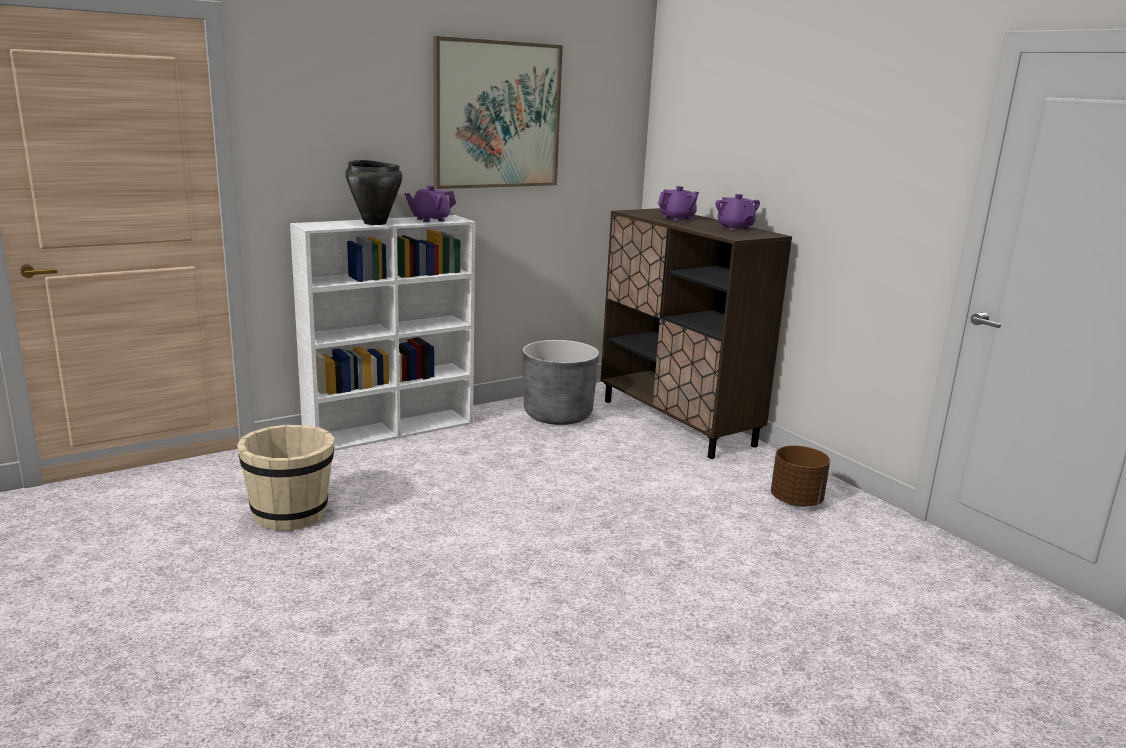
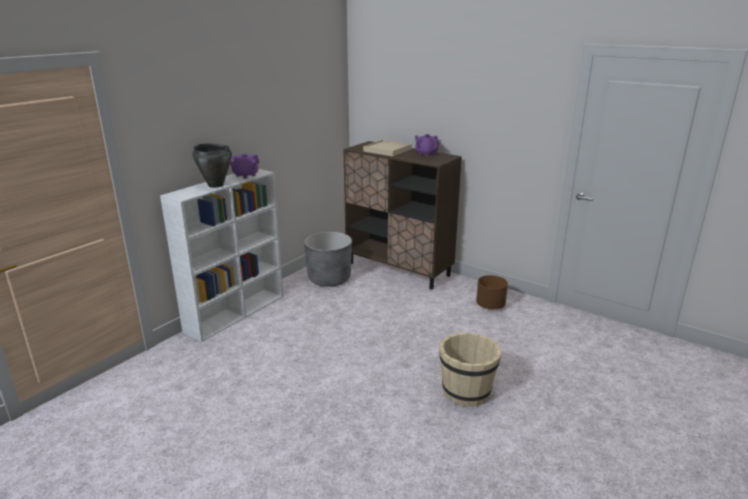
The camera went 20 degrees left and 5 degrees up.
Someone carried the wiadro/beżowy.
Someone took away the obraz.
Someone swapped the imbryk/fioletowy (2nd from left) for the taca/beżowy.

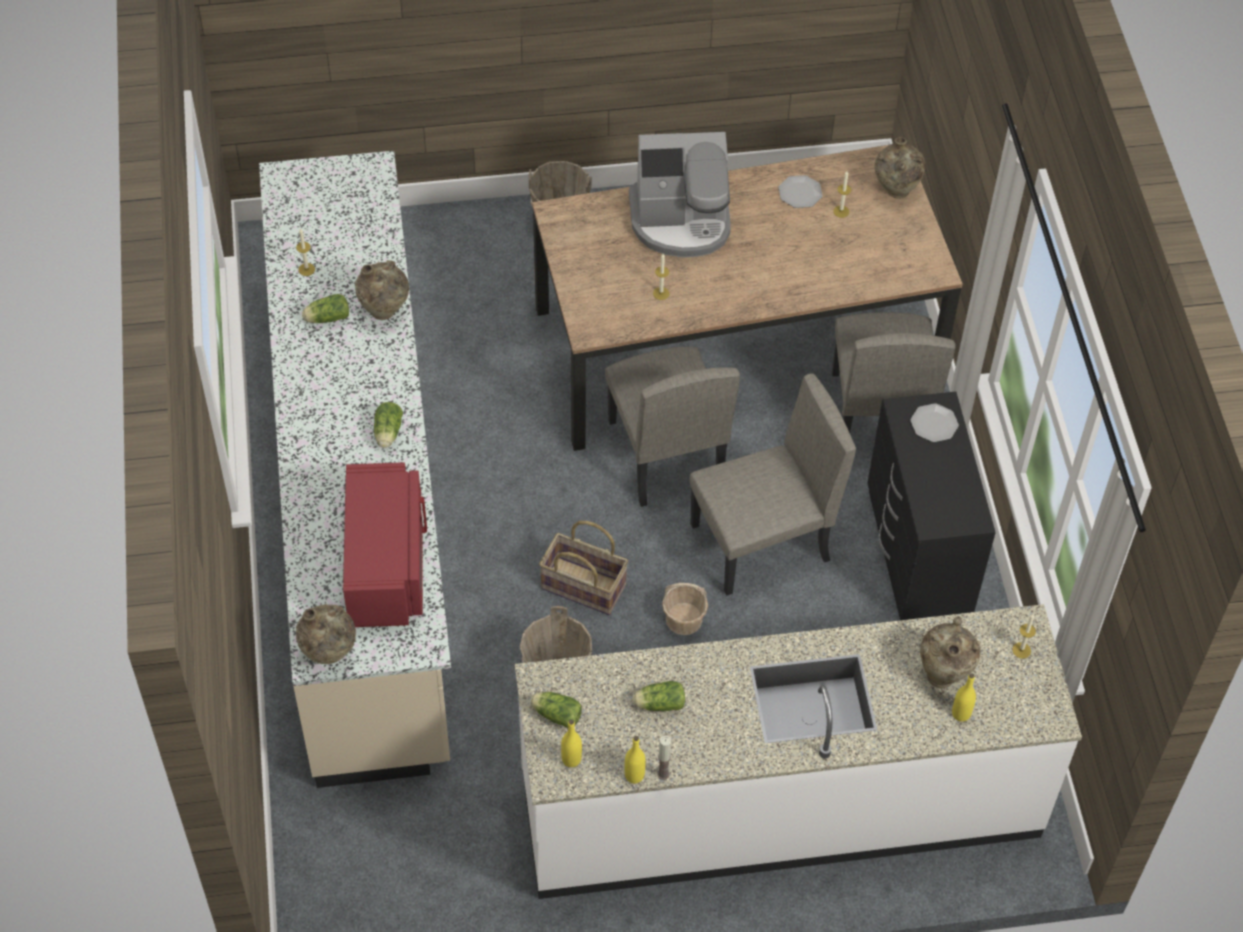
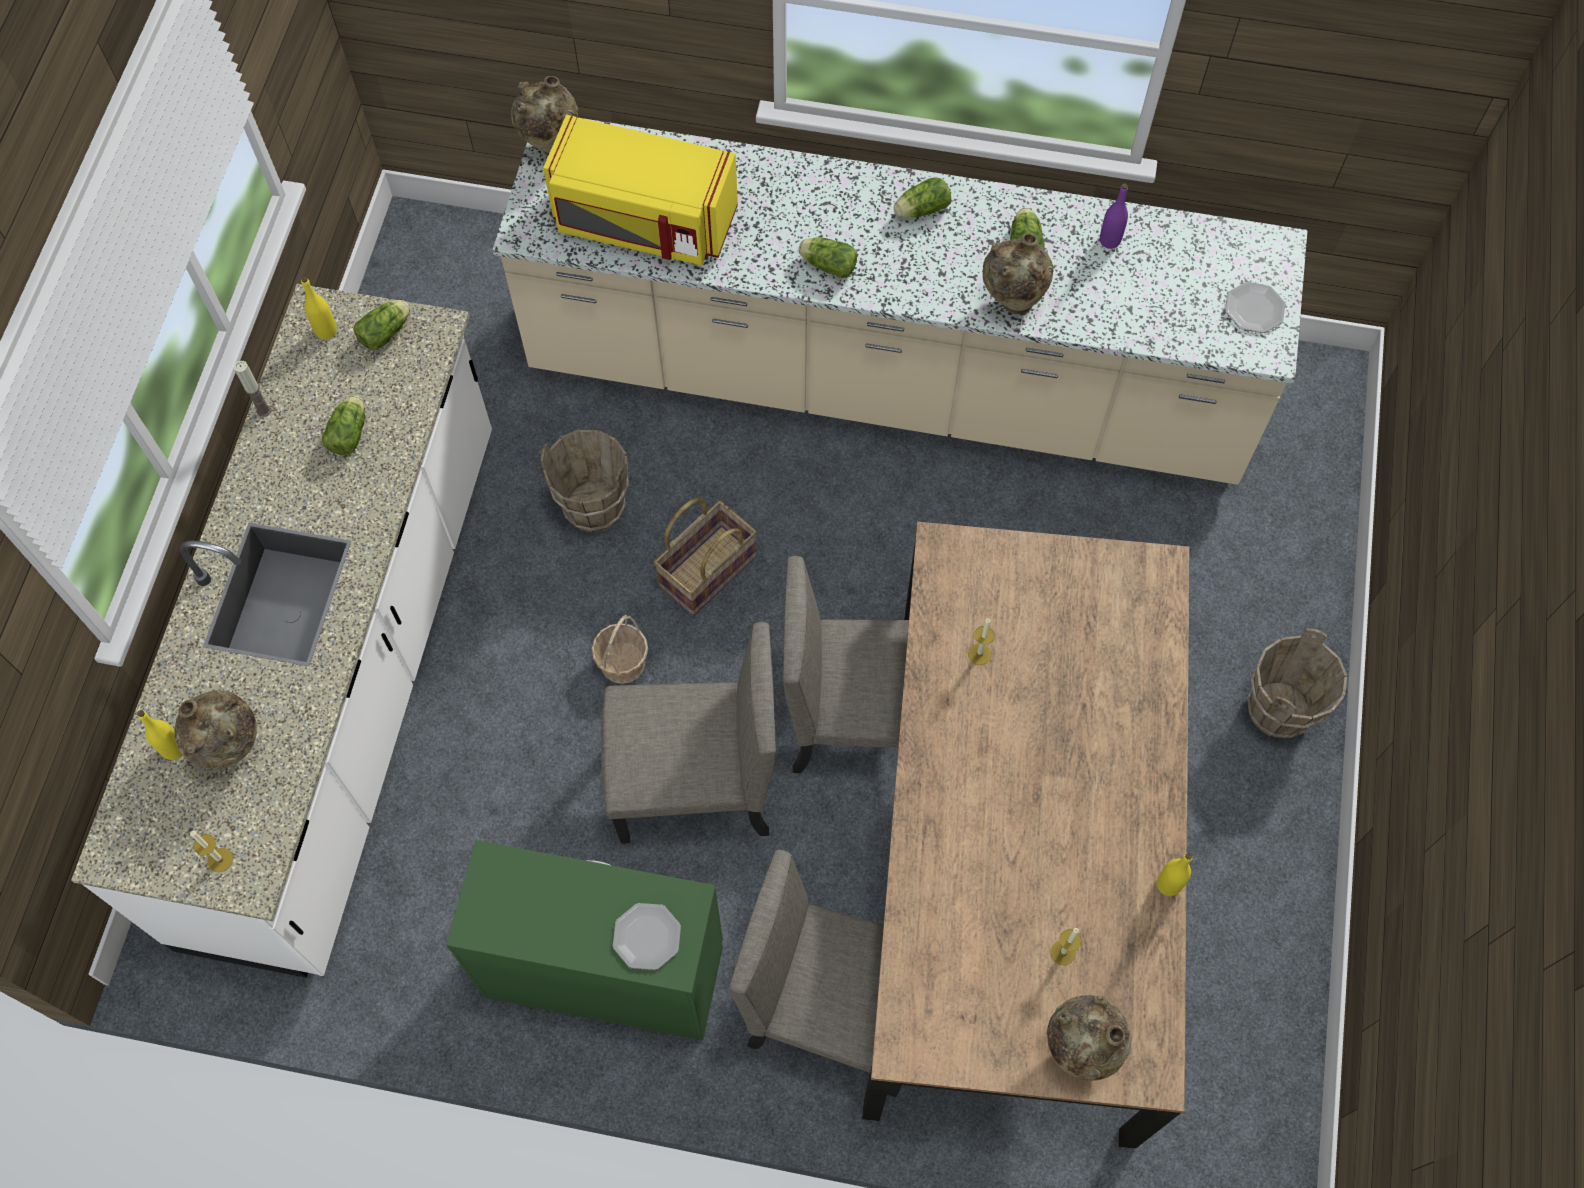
The camera went 110 degrees right and 10 degrees up.
Someone swapped the świeca (1st from left) for the butelka/fioletowy.
Someone repainted the mikrofalówka/czerwony, which became the mikrofalówka/żółty.
Someone carried the butelka/żółty (2nd from left in the first image).
Someone took away the ekspres do kawy.
Someone rotated the krzesło/beżowy (2nd from left in the first image) by 90 degrees counterclockwise.
Someone carried the talerz (1st from left in the first image).
Someone repainted the komoda/czarny, which became the komoda/zielony.
Someone put down the sałata (4th from left).

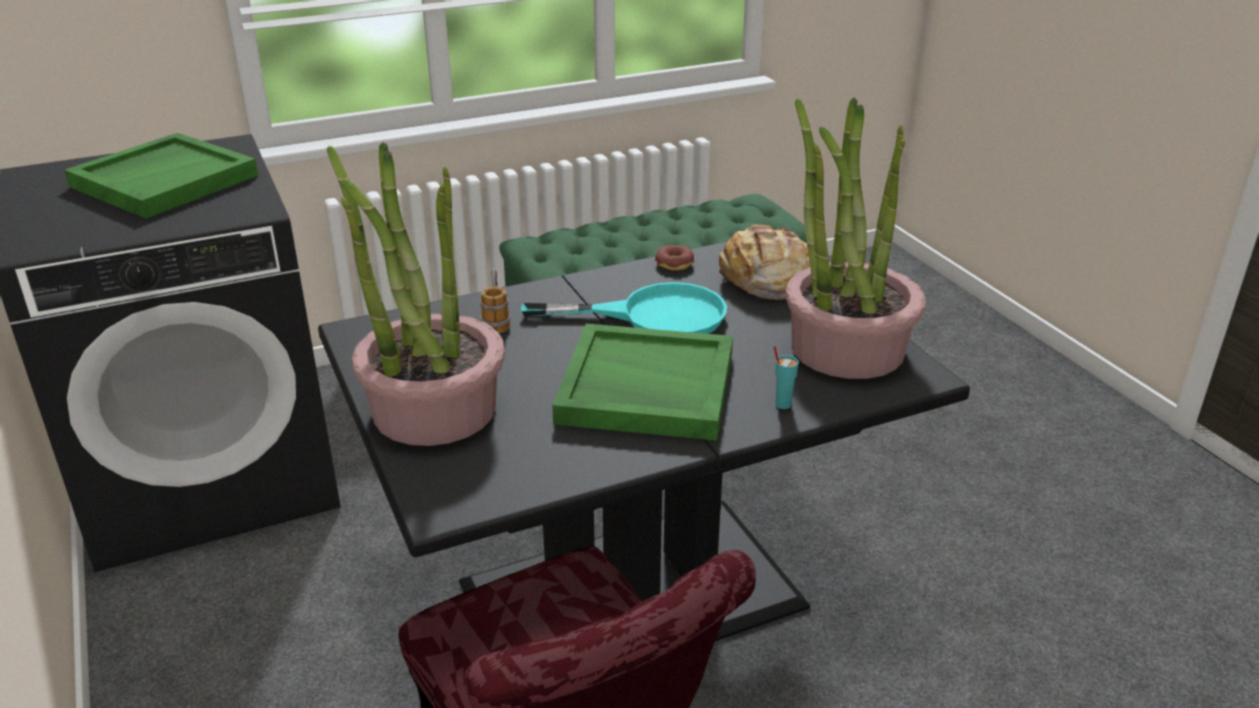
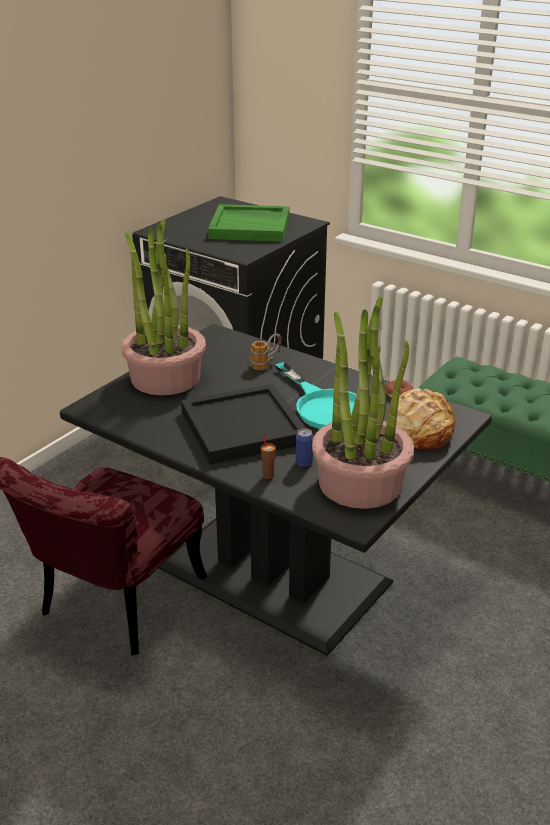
The camera went 60 degrees right and 0 degrees up.
Someone repainted the taca/zielony (2nd from left), which became the taca/czarny.
Someone repainted the filiżanka/turkusowy, which became the filiżanka/brązowy.
Someone put down the puszka.

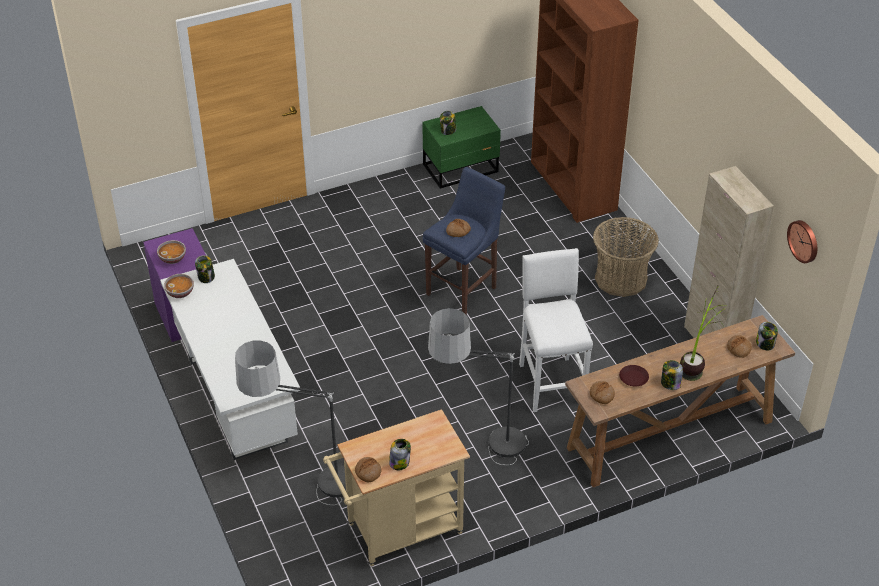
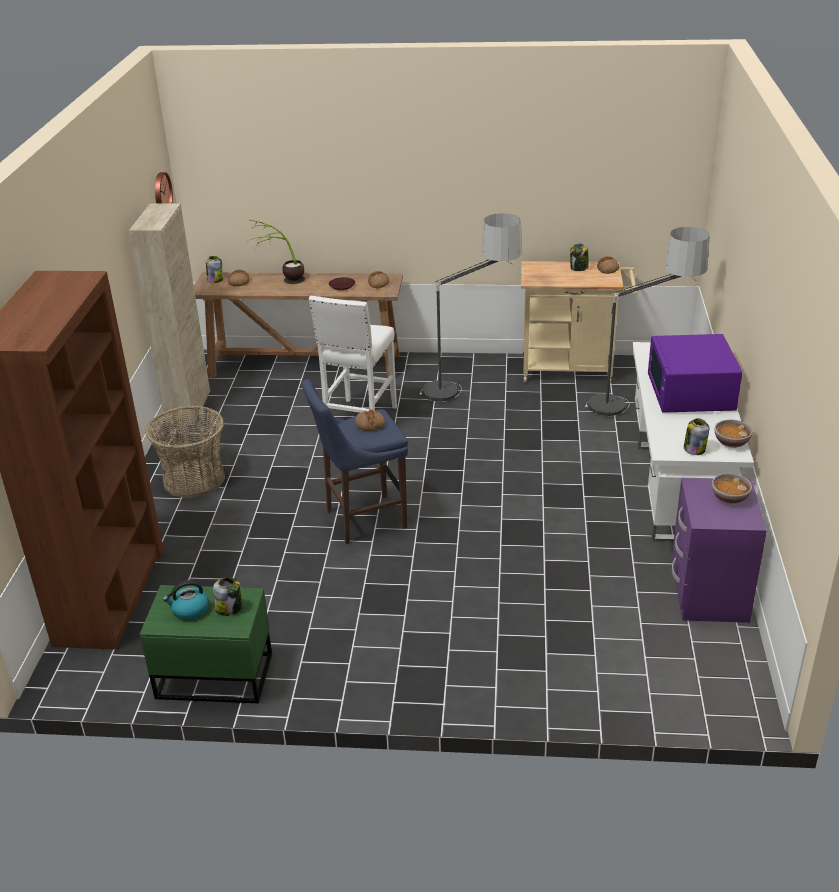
The camera went 150 degrees left and 10 degrees down.
Someone took away the słoik (4th from left).
Someone put down the czajnik.
Someone put down the mikrofalówka/fioletowy.

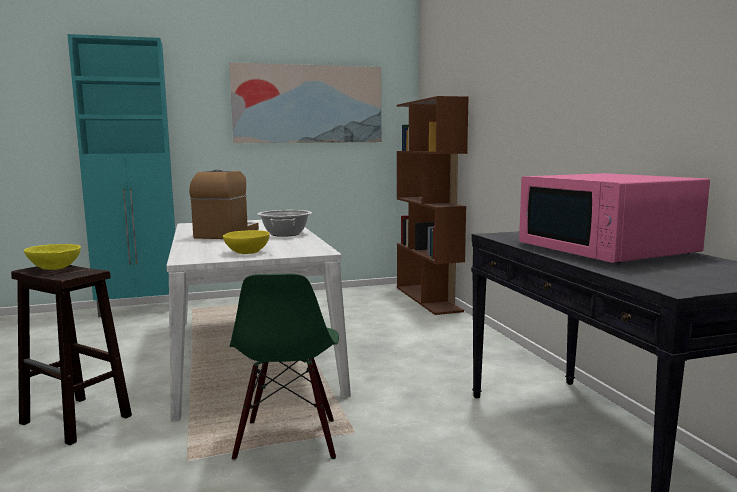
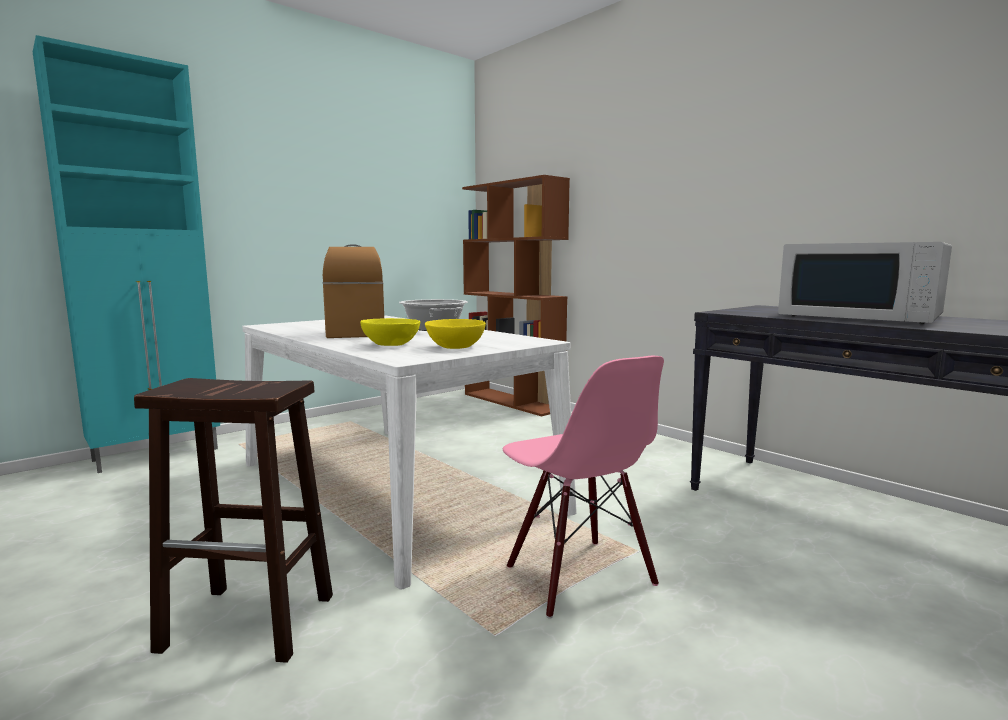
The camera went 25 degrees left and 0 degrees up.
Someone carried the miska/żółty (1st from left).
Someone took away the obraz.
Someone repainted the krzesło/zielony, which became the krzesło/różowy.
Someone repainted the mikrofalówka/różowy, which became the mikrofalówka/biały.

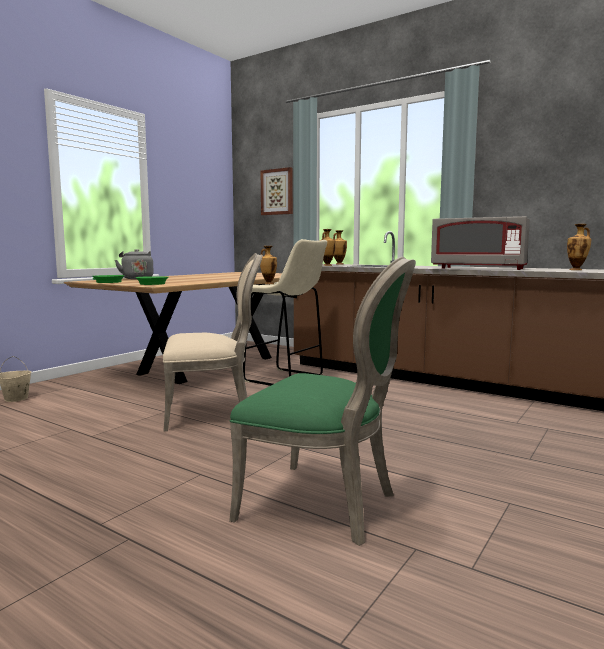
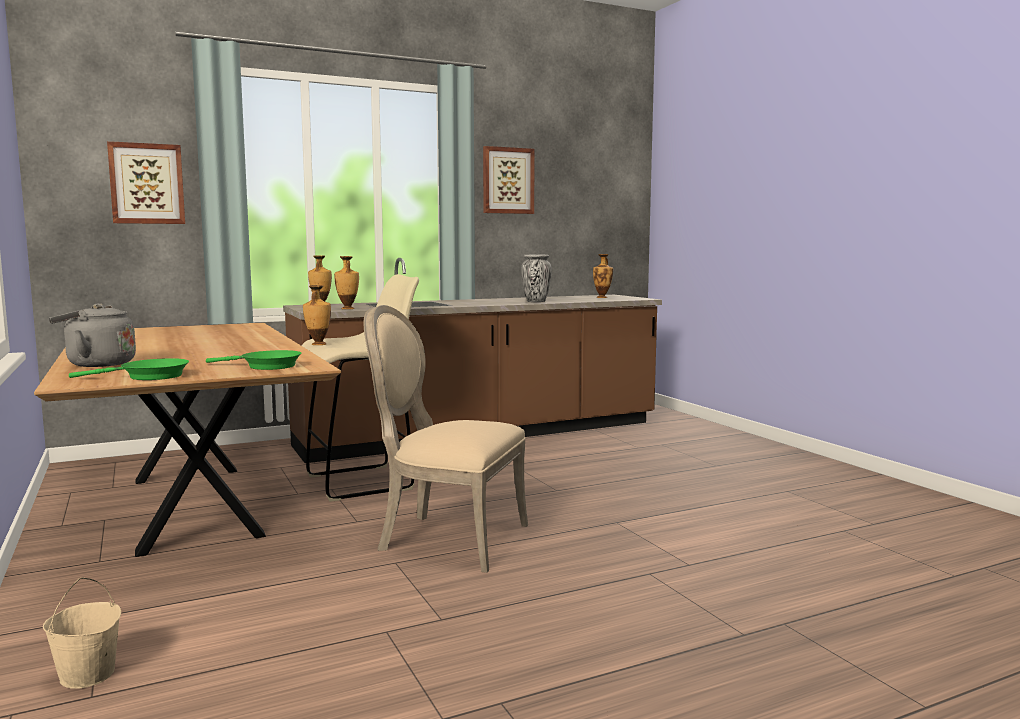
The camera went 60 degrees left and 0 degrees up.
Someone rotated the krzesło/beżowy by 90 degrees counterclockwise.
Someone took away the krzesło/zielony.
Someone swapped the mikrofalówka/szary for the wazon (4th from left).
Someone put up the obraz (2nd from left).

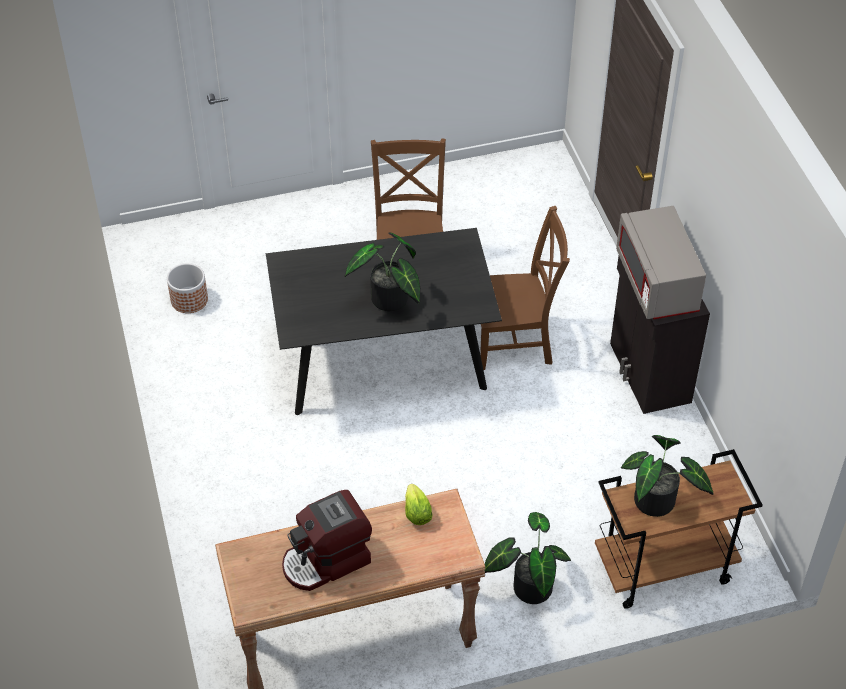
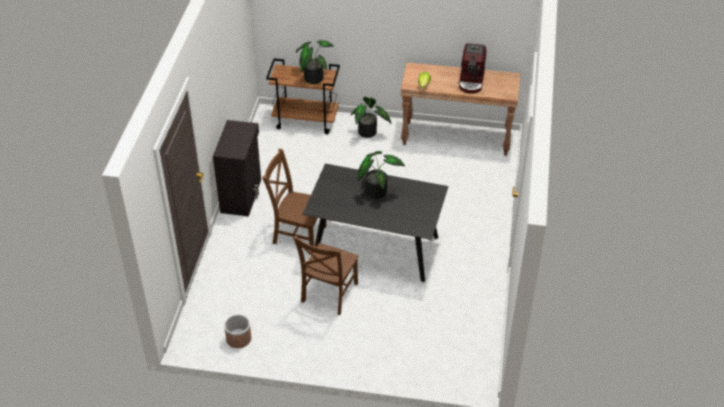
The camera went 155 degrees left and 5 degrees down.
Someone carried the donica.
Someone rotated the ekspres do kawy by 105 degrees clockwise.
Someone took away the mikrofalówka/szary.

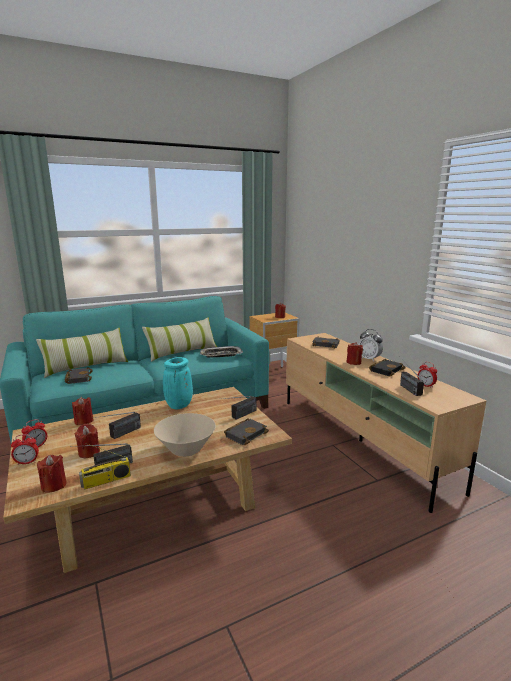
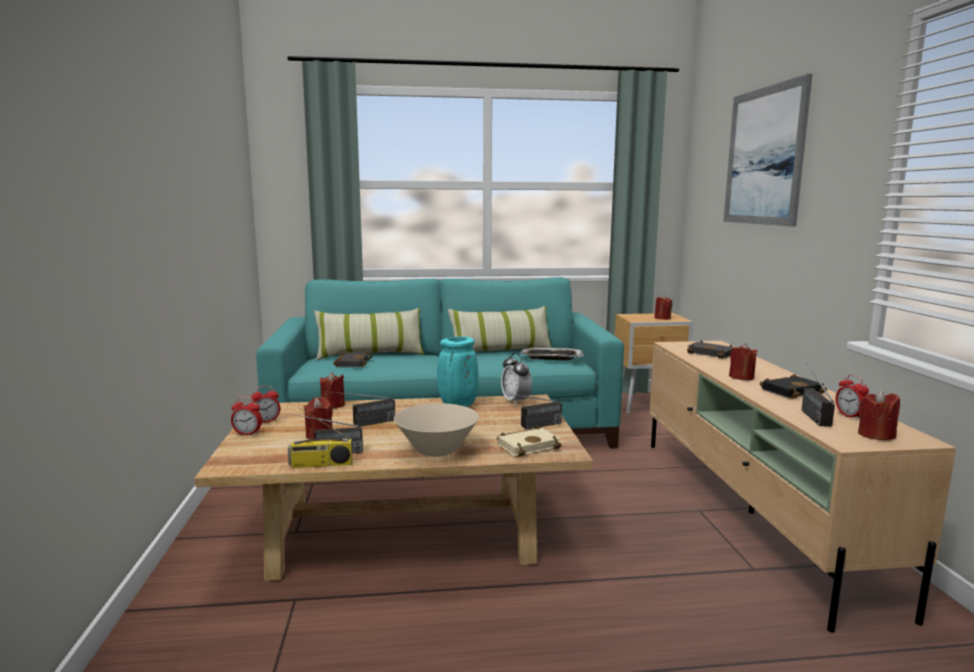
The camera went 20 degrees right and 5 degrees down.
Someone carried the świeca/czerwony (1st from left in the first image).
Someone repainted the książka/czarny (2nd from left), which became the książka/beżowy.
Someone carried the budzik (3rd from left).
Someone put up the obraz.

